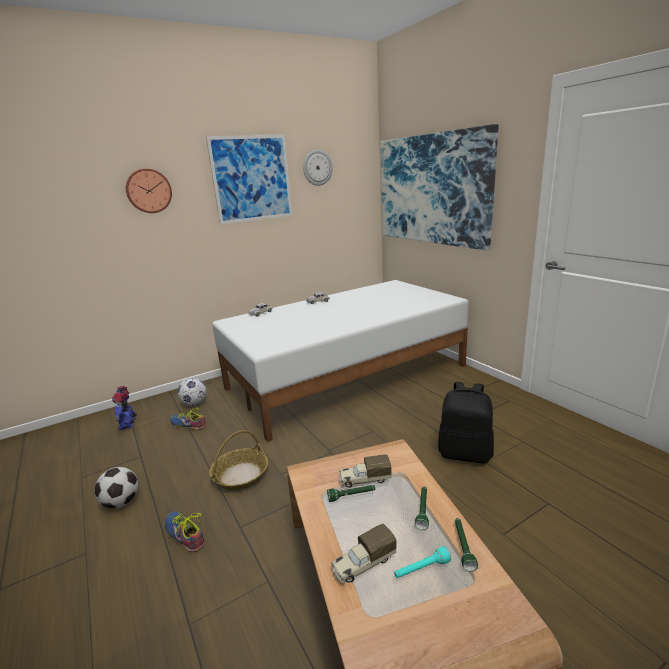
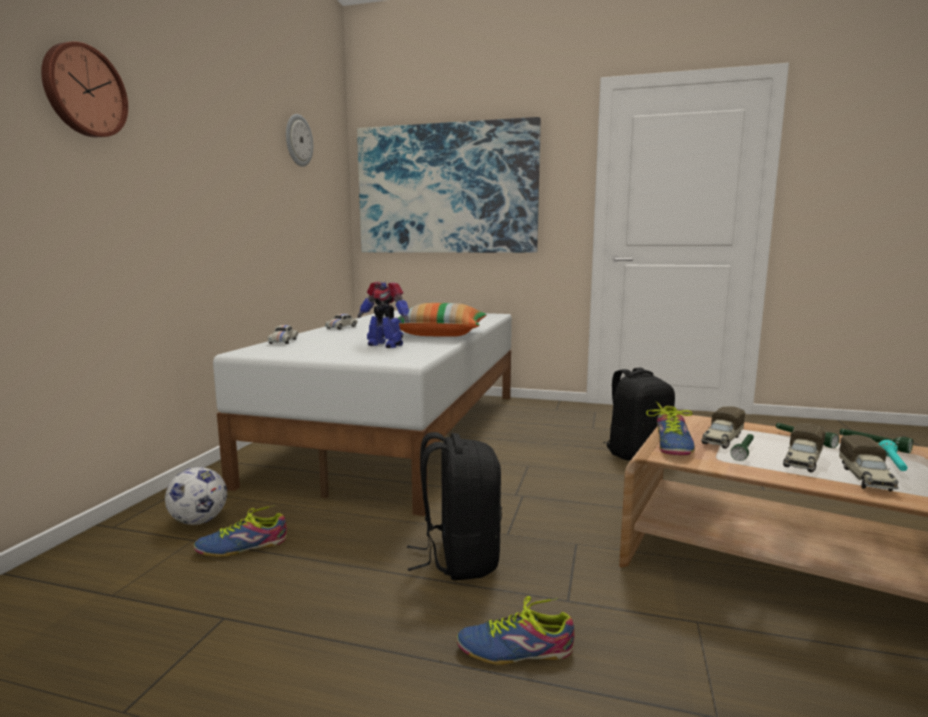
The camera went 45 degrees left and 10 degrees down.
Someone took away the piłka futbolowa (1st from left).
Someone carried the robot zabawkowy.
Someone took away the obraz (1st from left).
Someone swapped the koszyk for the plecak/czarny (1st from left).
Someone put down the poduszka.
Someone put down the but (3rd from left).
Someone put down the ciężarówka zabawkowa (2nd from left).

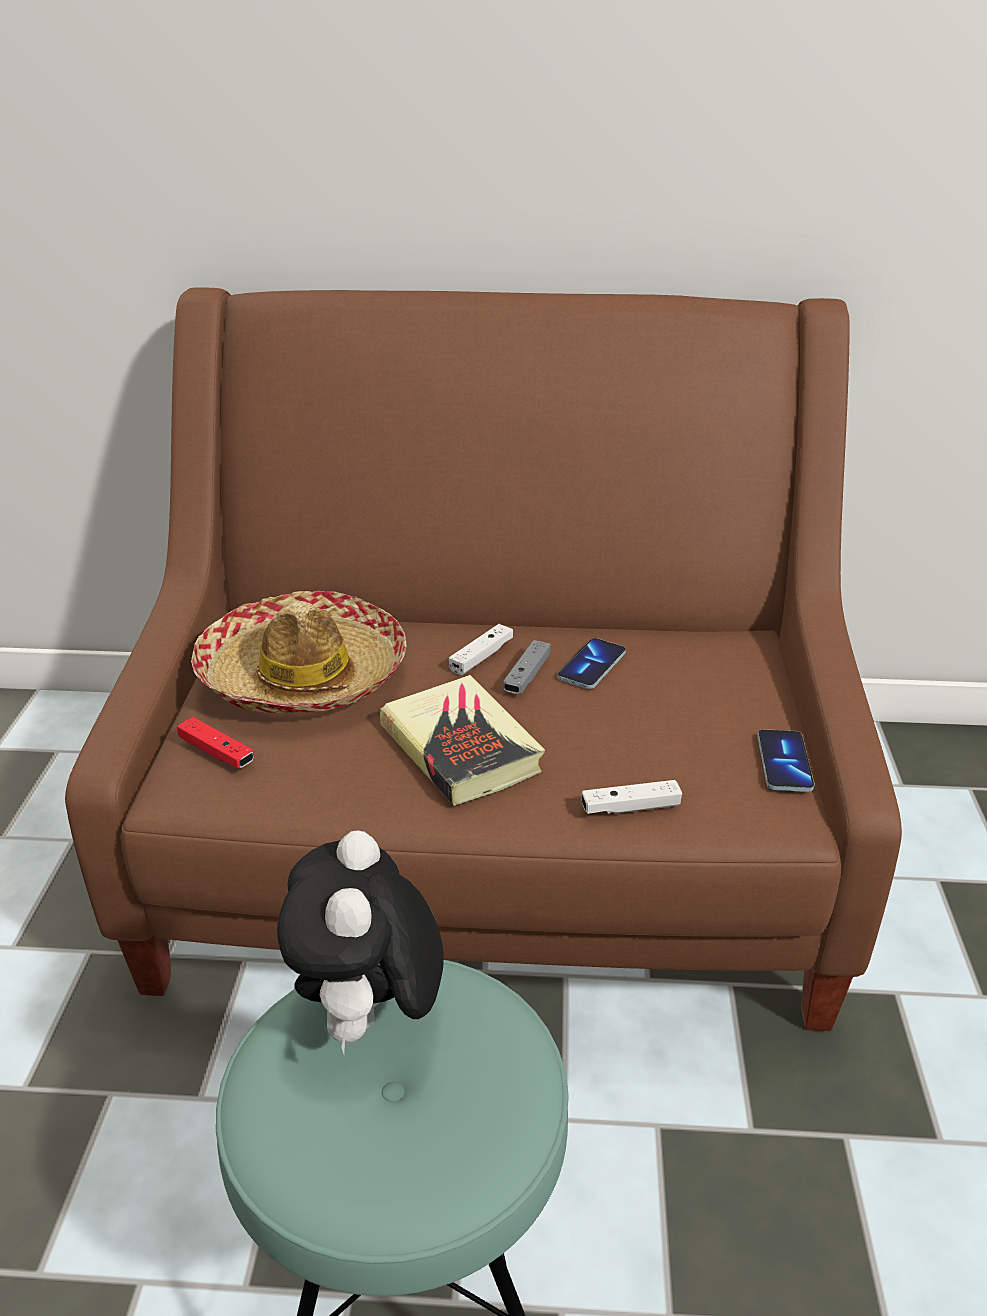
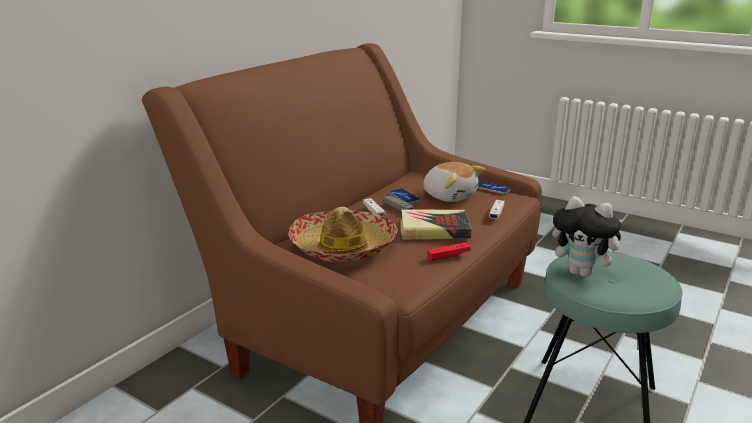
The camera went 60 degrees left and 10 degrees down.
Someone carried the pad do gier/czerwony.
Someone put down the pluszak (1st from left).

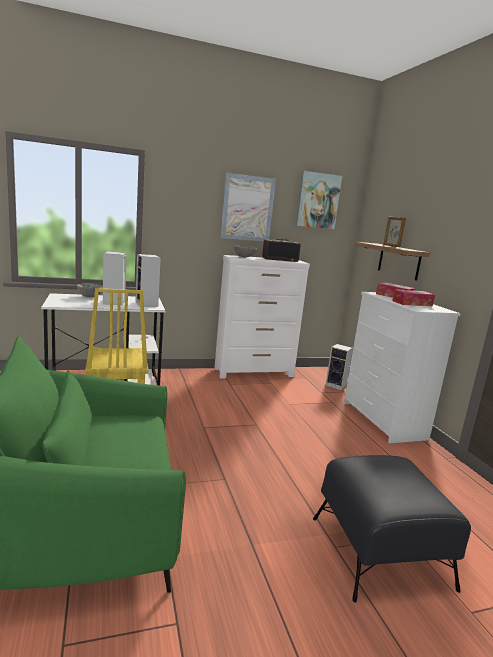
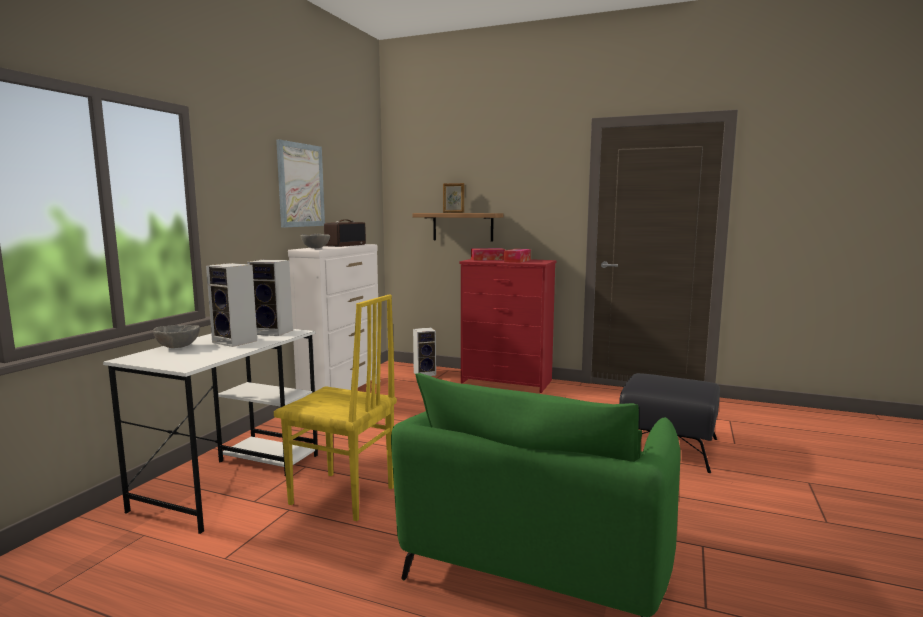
The camera went 50 degrees left and 5 degrees down.
Someone took away the obraz (2nd from left).
Someone repainted the komoda/biały (2nd from left), which became the komoda/czerwony.

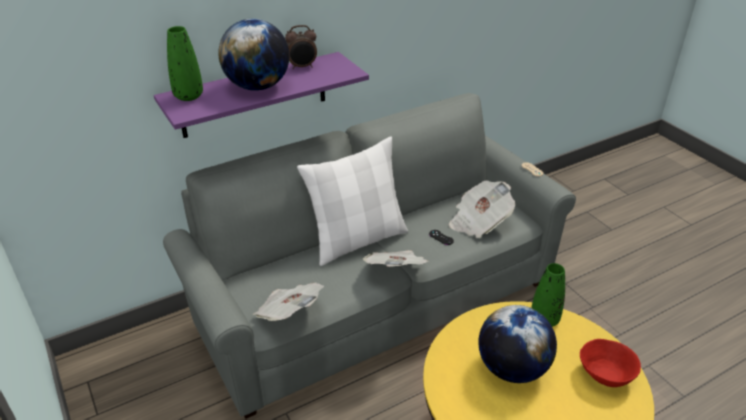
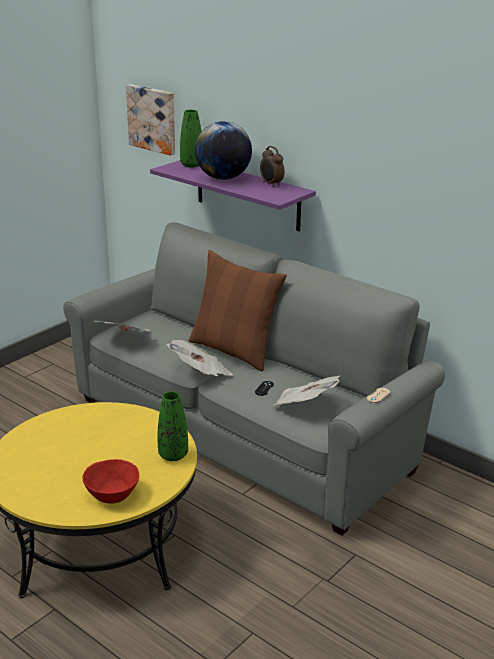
The camera went 70 degrees right and 10 degrees down.
Someone repainted the poduszka/biały, which became the poduszka/brązowy.
Someone took away the globus (2nd from left).
Someone put up the obraz.

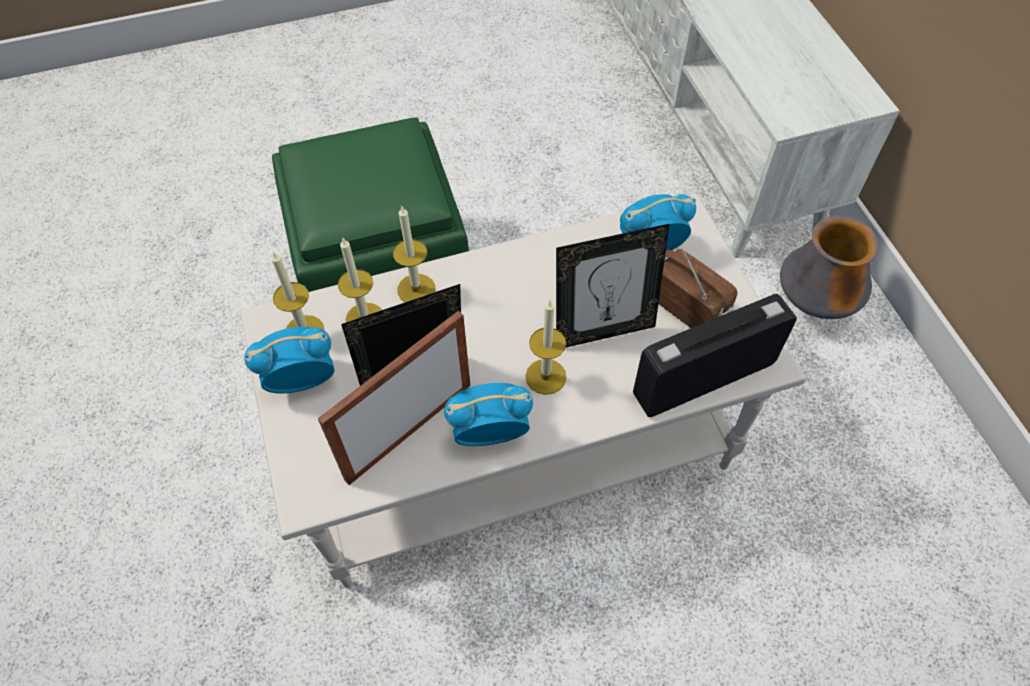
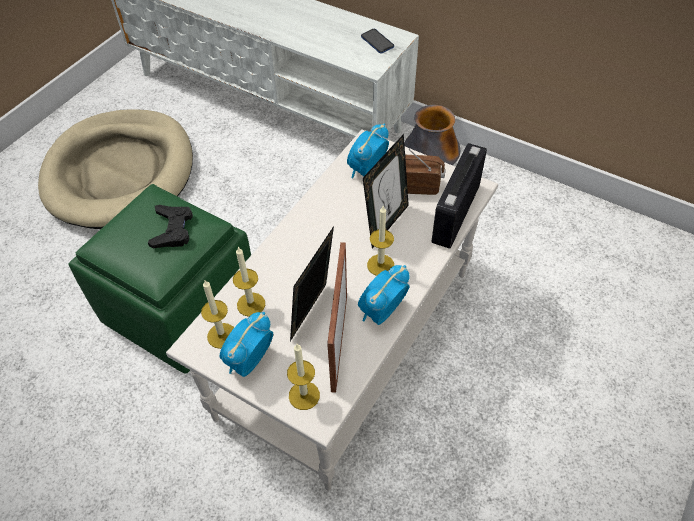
The camera went 40 degrees left and 5 degrees down.
Someone carried the świeca (3rd from left).
Someone put down the legowisko/beżowy.
Someone put down the pad do gier/czarny.
Someone put down the telefon.

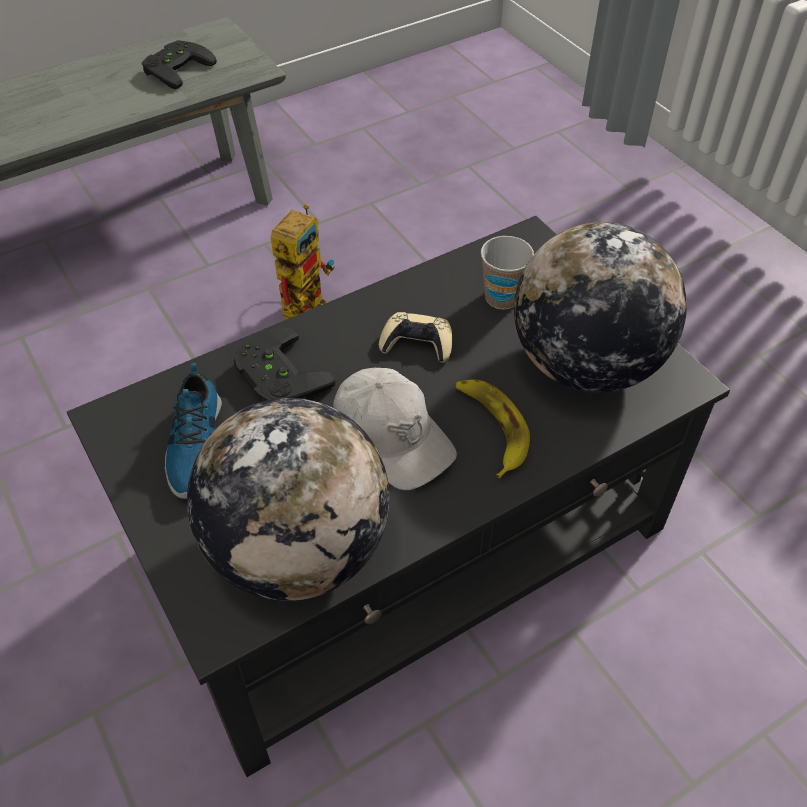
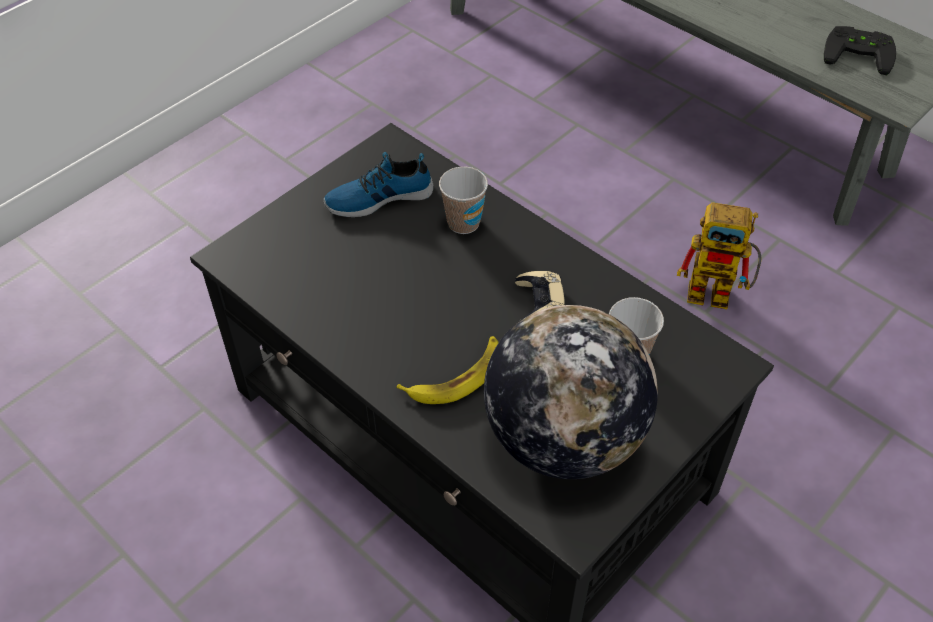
The camera went 75 degrees right and 0 degrees up.
Someone took away the globus (1st from left).
Someone swapped the pad do gier/czarny (2nd from left) for the filiżanka (1st from left).
Someone took away the czapka z daszkiem/biały.

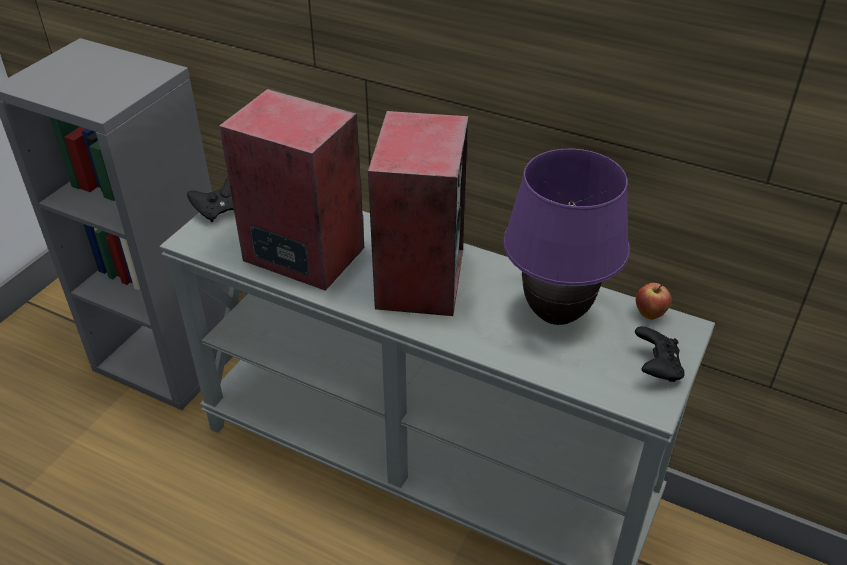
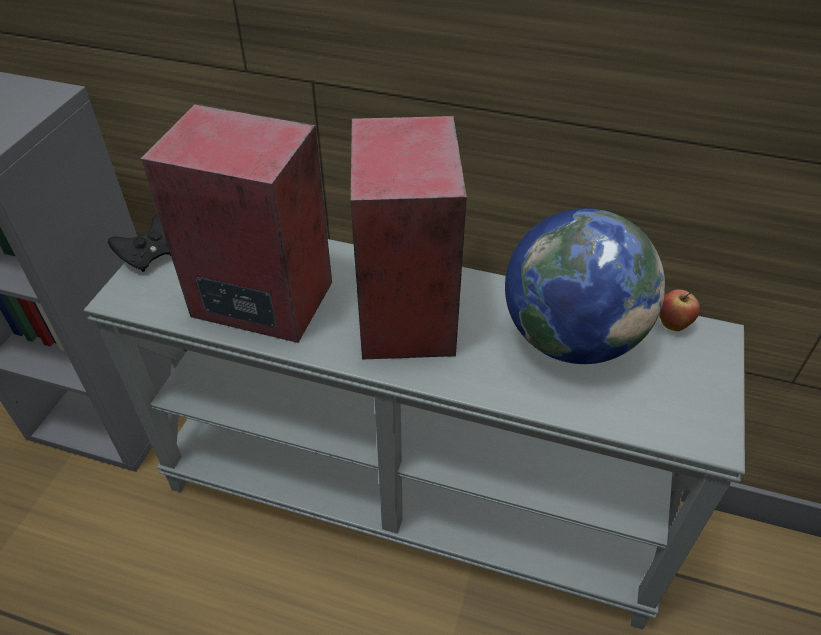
The camera went 10 degrees left and 5 degrees up.
Someone swapped the lampa stołowa/fioletowy for the globus.
Someone took away the pad do gier/czarny (2nd from left).

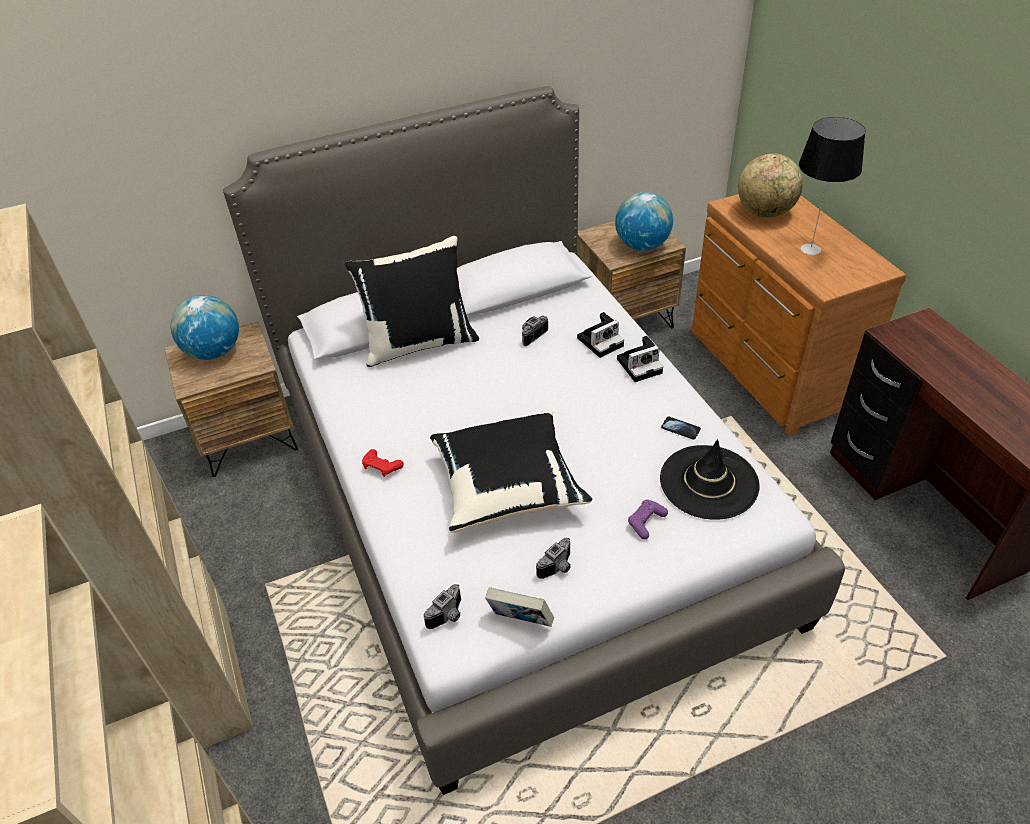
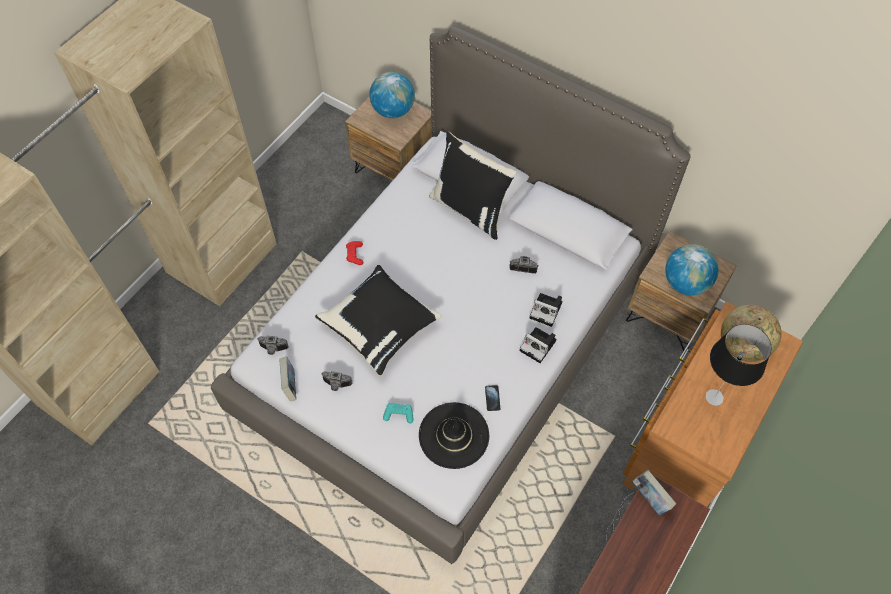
The camera went 55 degrees right and 15 degrees up.
Someone repainted the pad do gier/fioletowy, which became the pad do gier/turkusowy.
Someone put down the książka (2nd from left).

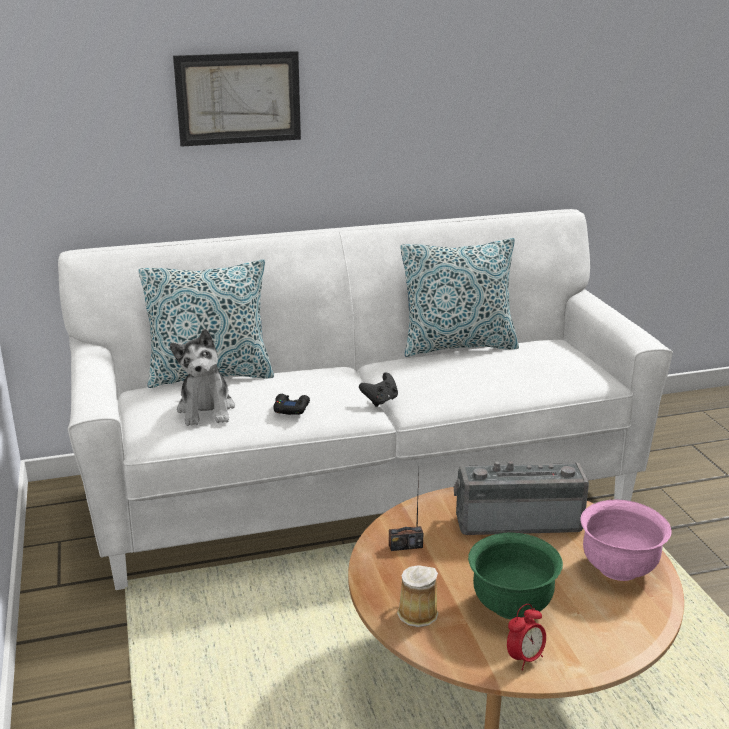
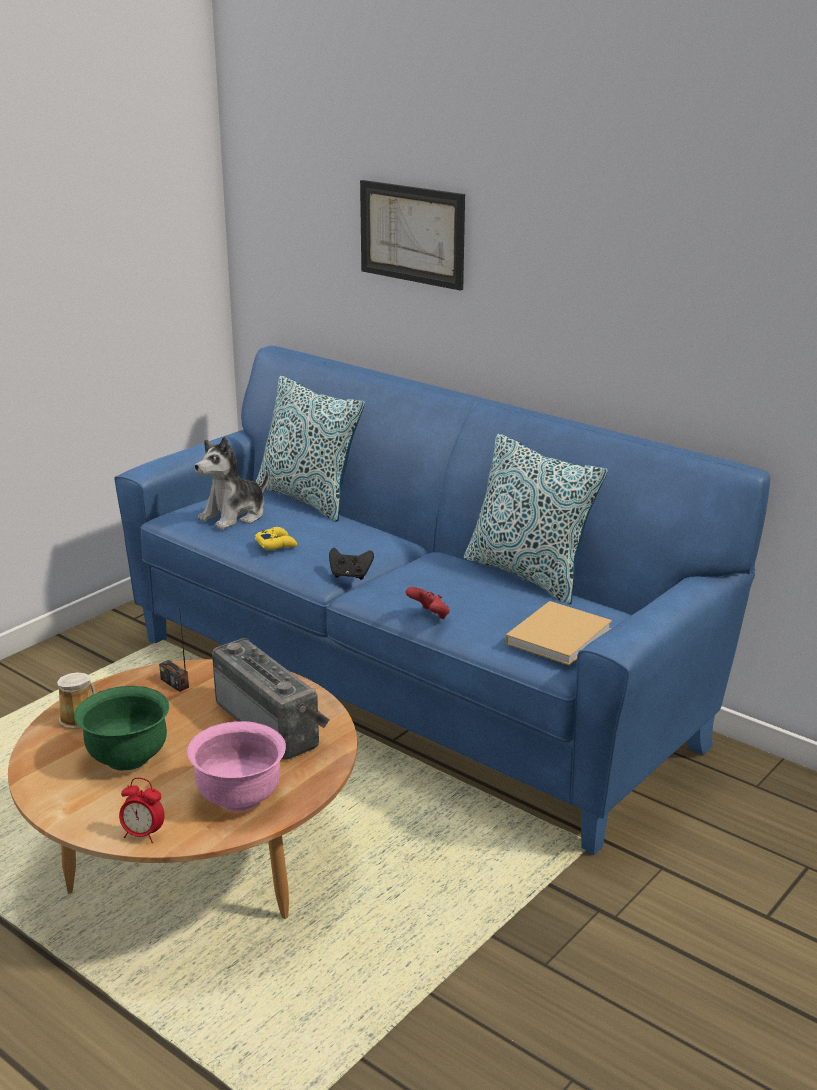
The camera went 55 degrees right and 0 degrees up.
Someone repainted the kanapa/biały, which became the kanapa/niebieski.
Someone repainted the pad do gier/czarny (1st from left), which became the pad do gier/żółty.
Someone carried the budzik.
Someone put down the pad do gier/czerwony.
Someone put down the książka/beżowy.

